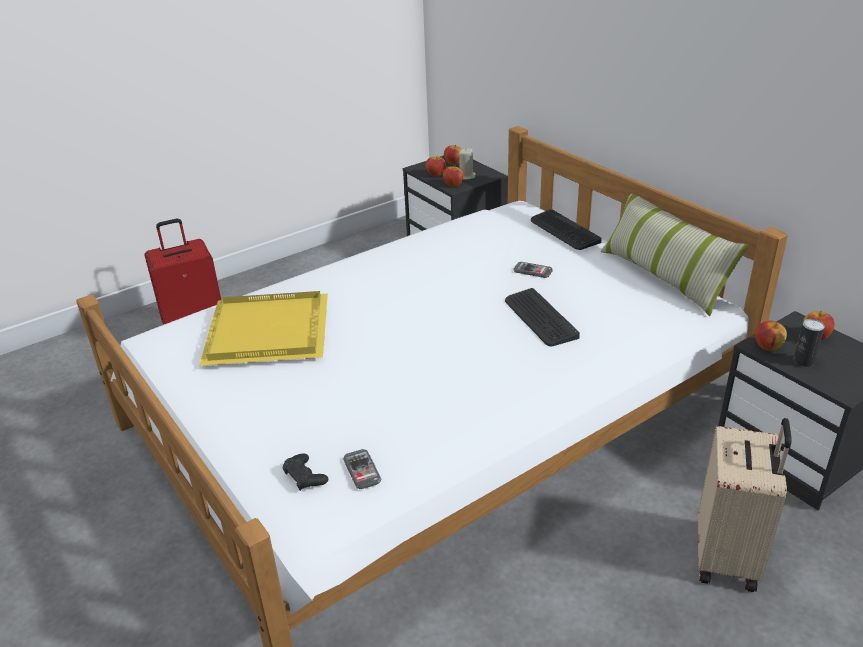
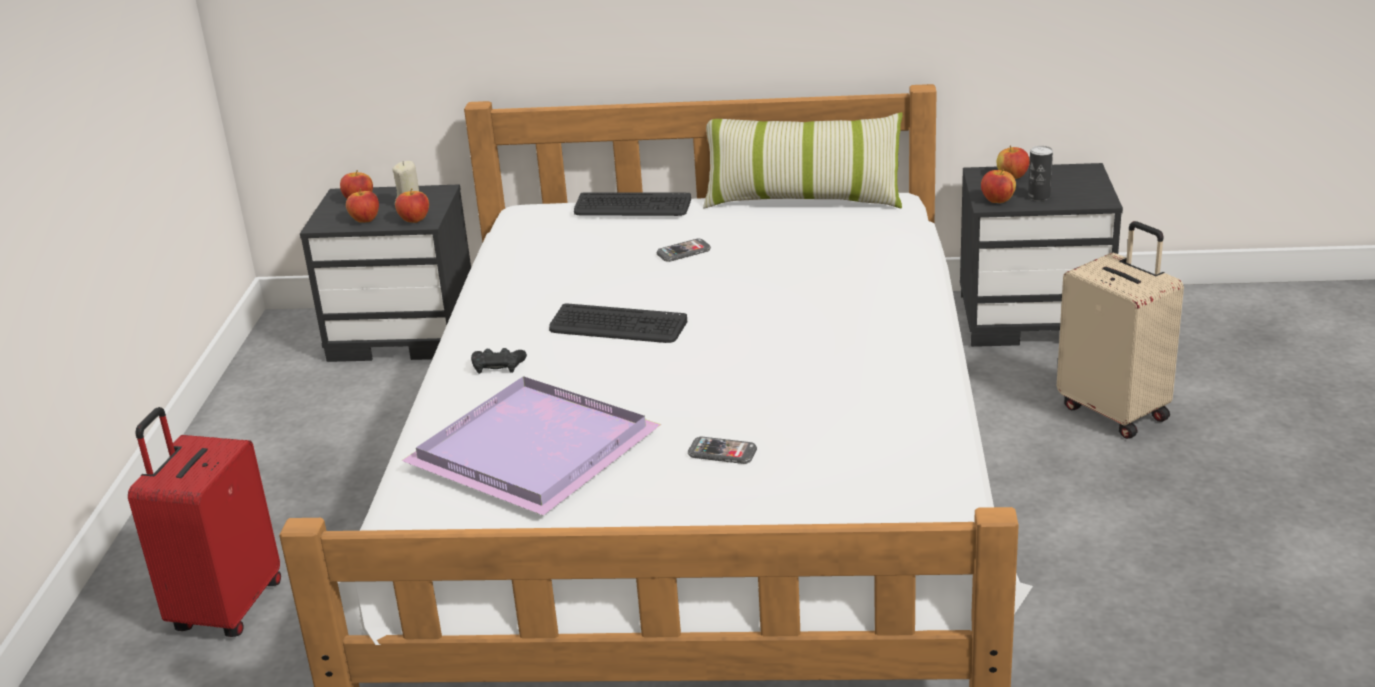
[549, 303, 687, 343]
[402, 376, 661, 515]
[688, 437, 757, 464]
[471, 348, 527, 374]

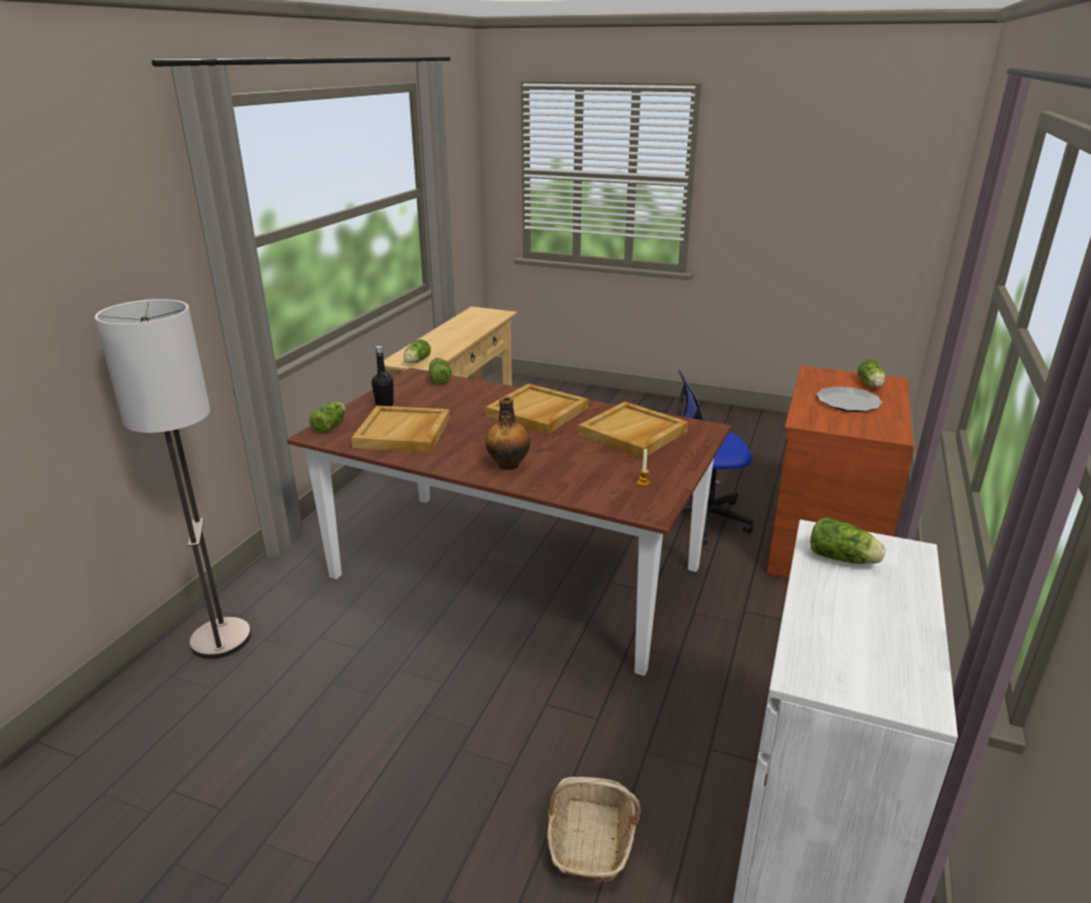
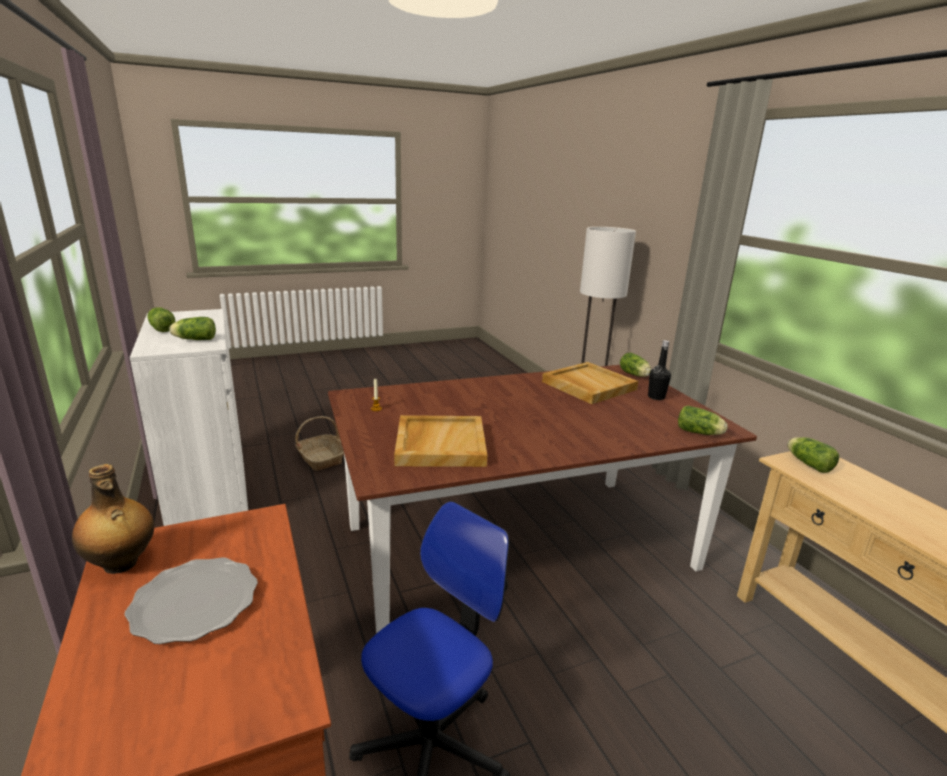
[148, 307, 176, 332]
[485, 384, 588, 435] (first image)
[72, 464, 154, 574]

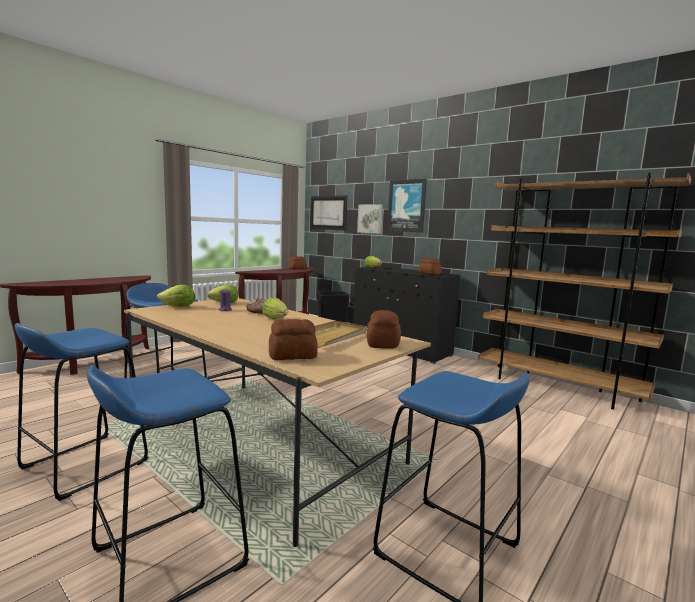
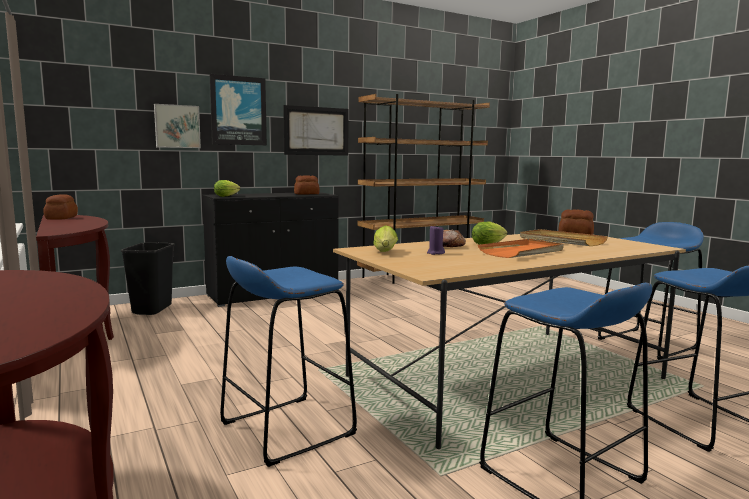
[283, 105, 349, 156]
[157, 285, 195, 307] (first image)
[269, 319, 318, 360] (first image)
[478, 239, 564, 258]

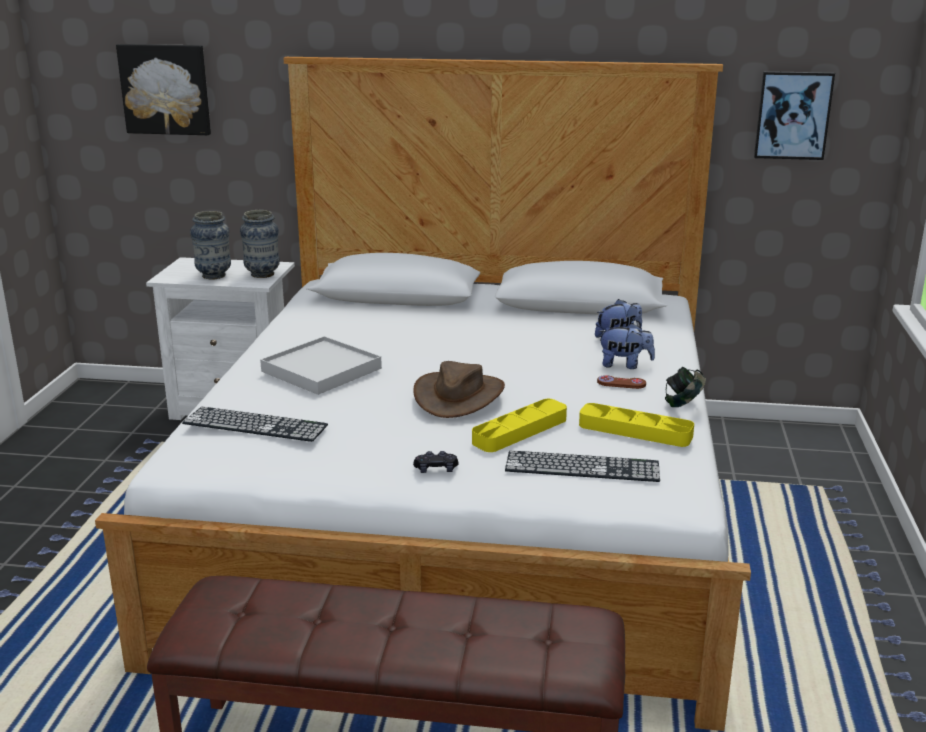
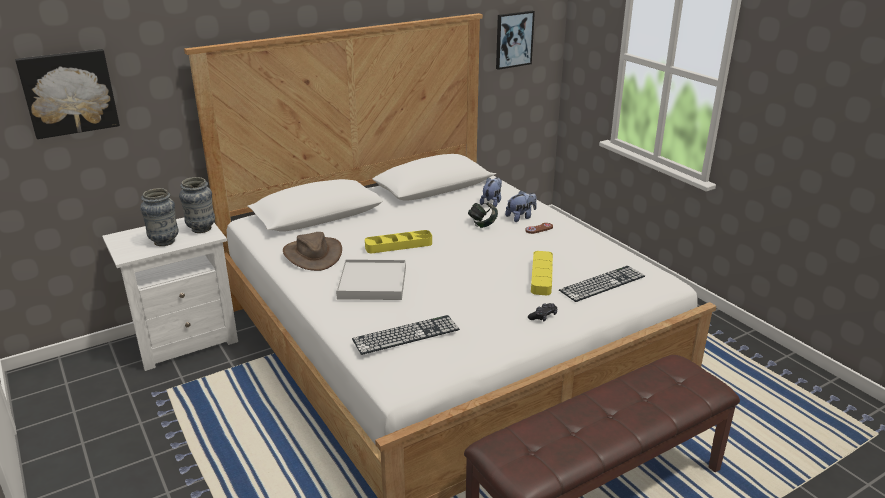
[283, 232, 342, 271]
[468, 202, 498, 228]
[365, 230, 432, 253]

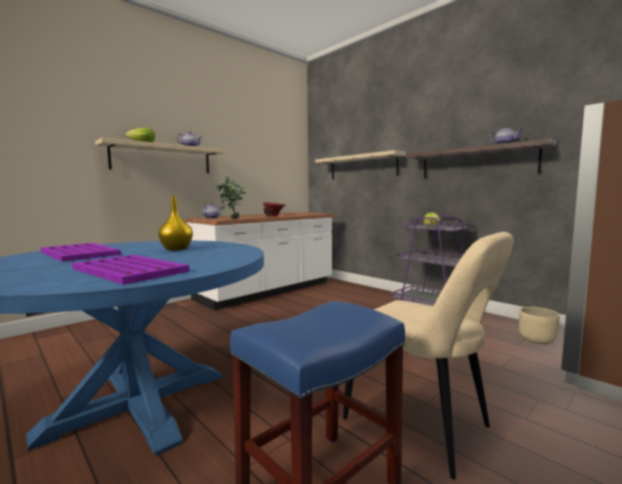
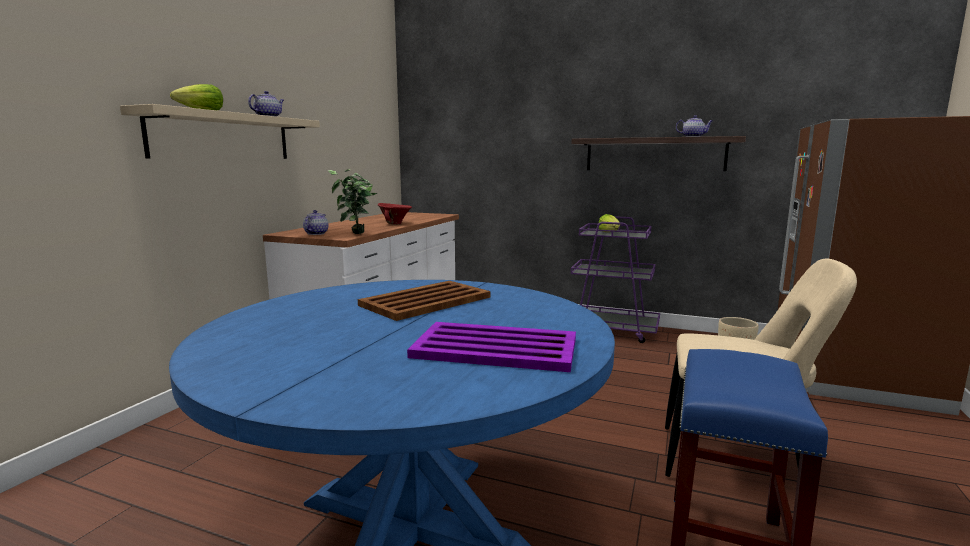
[315, 150, 406, 179] (first image)
[358, 281, 491, 321]
[40, 243, 121, 262] (first image)

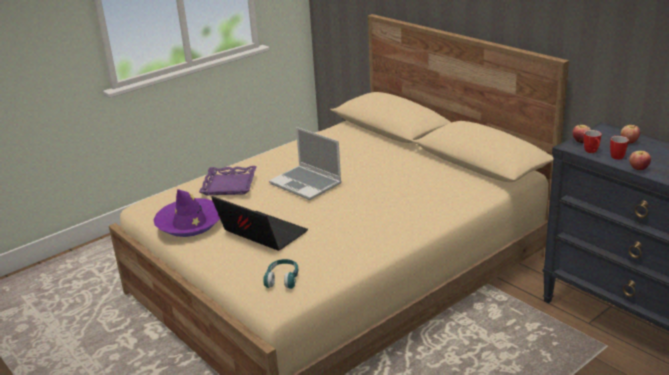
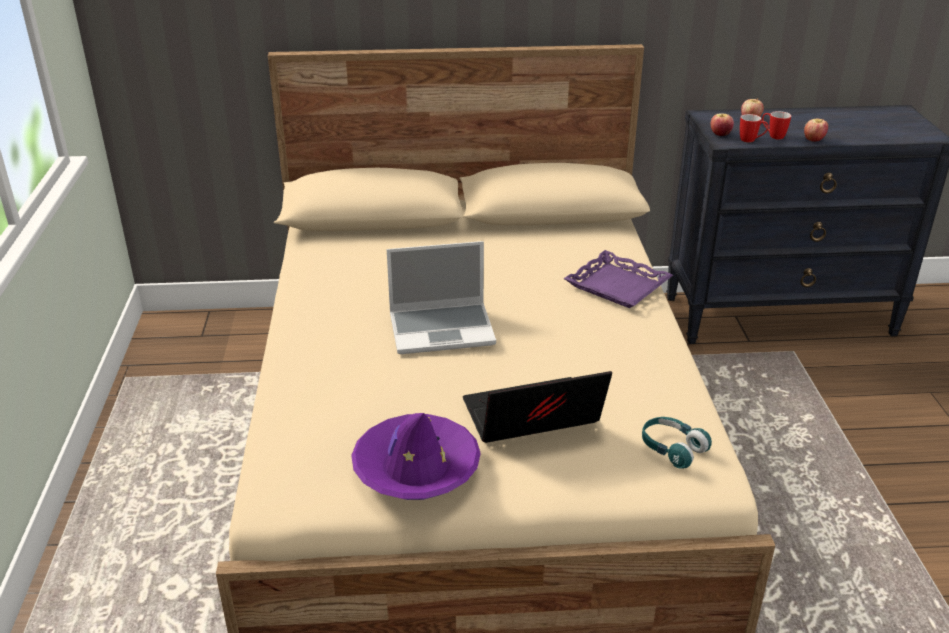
[563, 250, 673, 308]

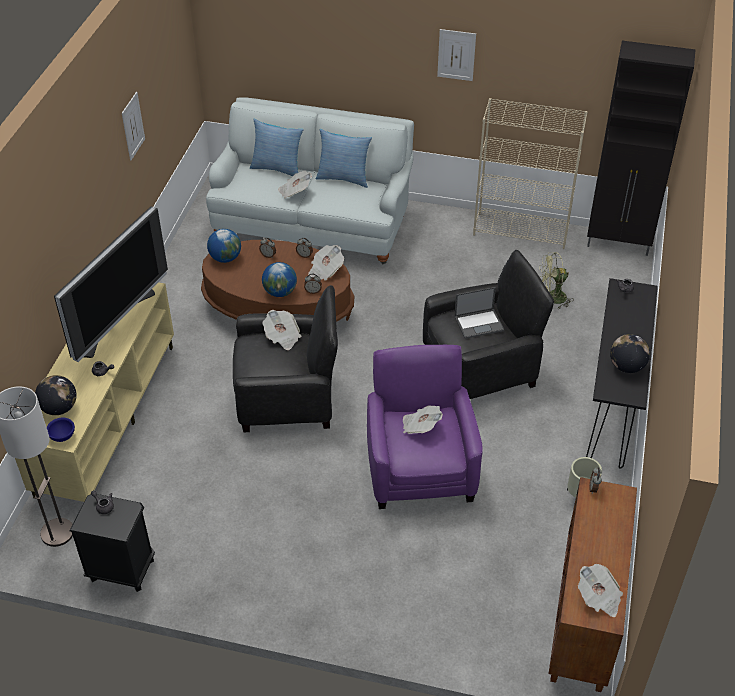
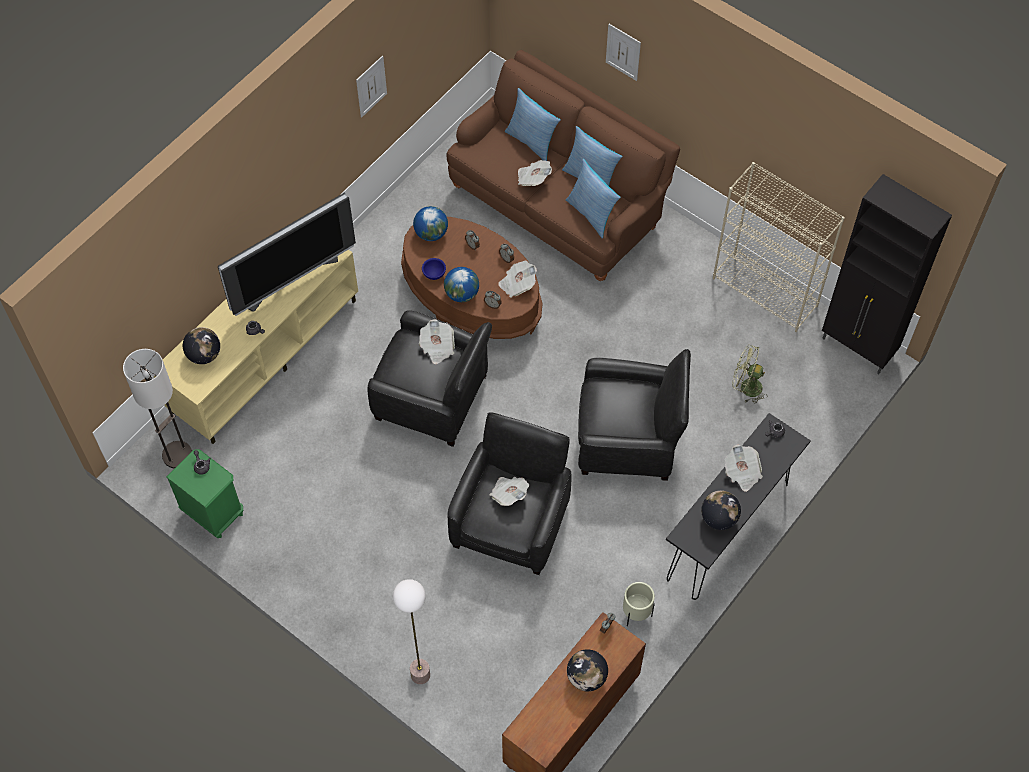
[606, 24, 641, 81]
[447, 50, 680, 281]
[454, 287, 504, 339] (first image)
[447, 412, 572, 575]
[422, 258, 446, 280]
[166, 449, 244, 538]
[725, 444, 763, 492]
[566, 159, 621, 239]
[393, 579, 430, 684]
[567, 649, 608, 691]

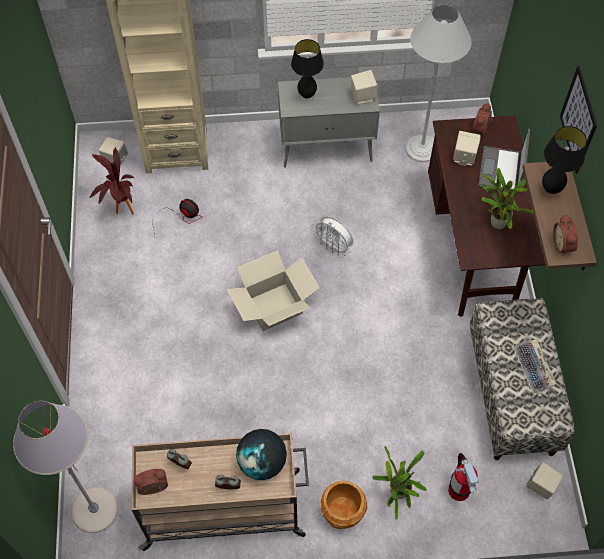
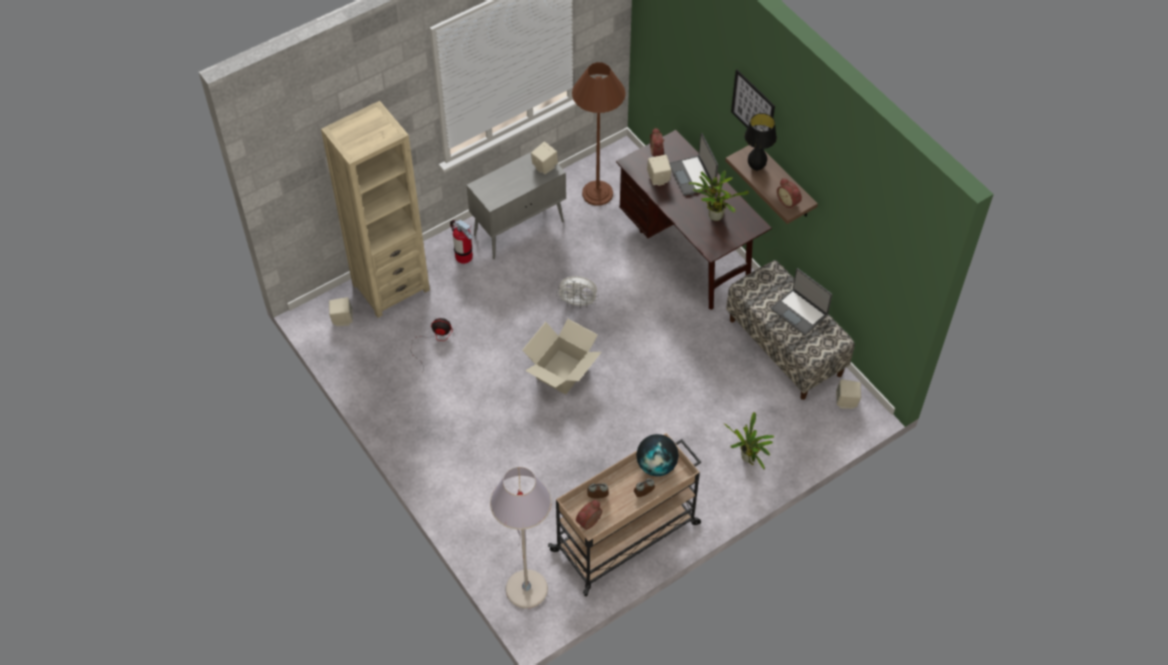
[572, 62, 626, 206]
[291, 39, 324, 99] (first image)
[89, 147, 134, 215] (first image)
[771, 268, 832, 335]
[450, 220, 473, 264]
[321, 481, 367, 529] (first image)

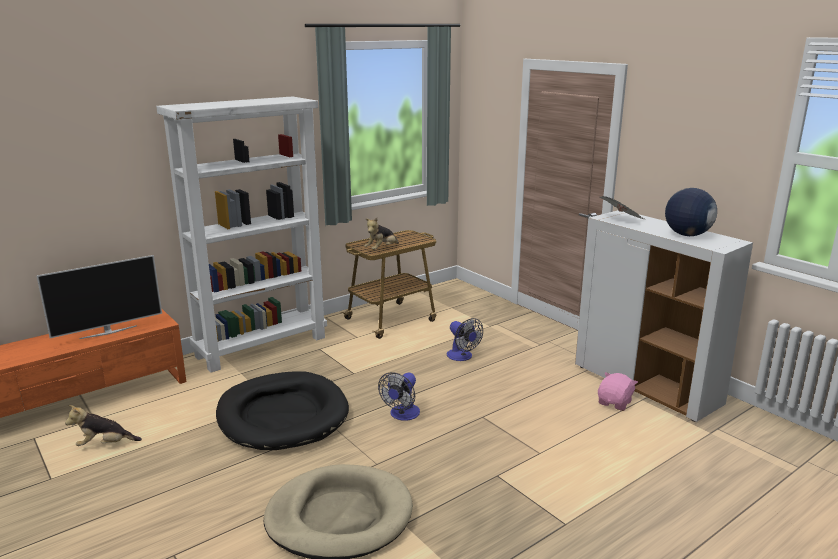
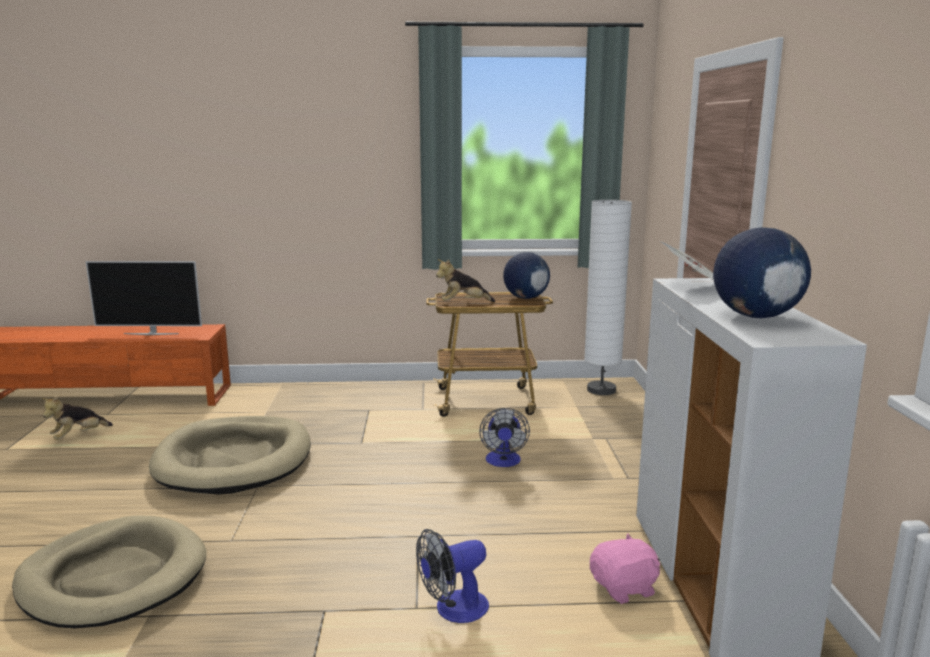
[156, 96, 327, 372] (first image)
[149, 416, 311, 495]
[416, 529, 489, 623]
[41, 397, 113, 440]
[584, 200, 632, 395]
[503, 252, 550, 299]

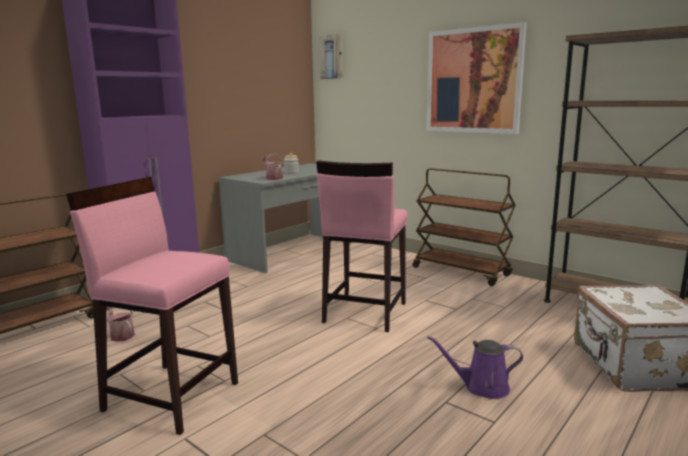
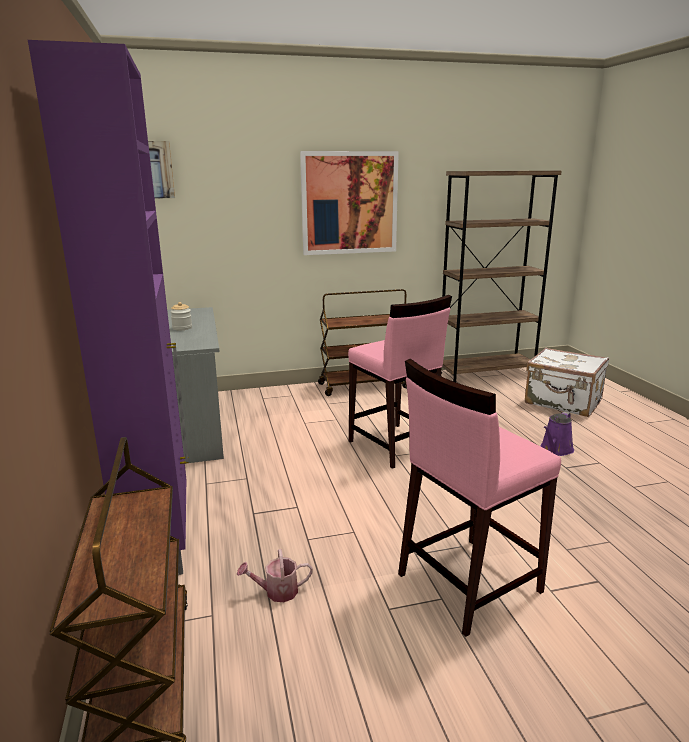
[263, 154, 283, 180] (first image)

